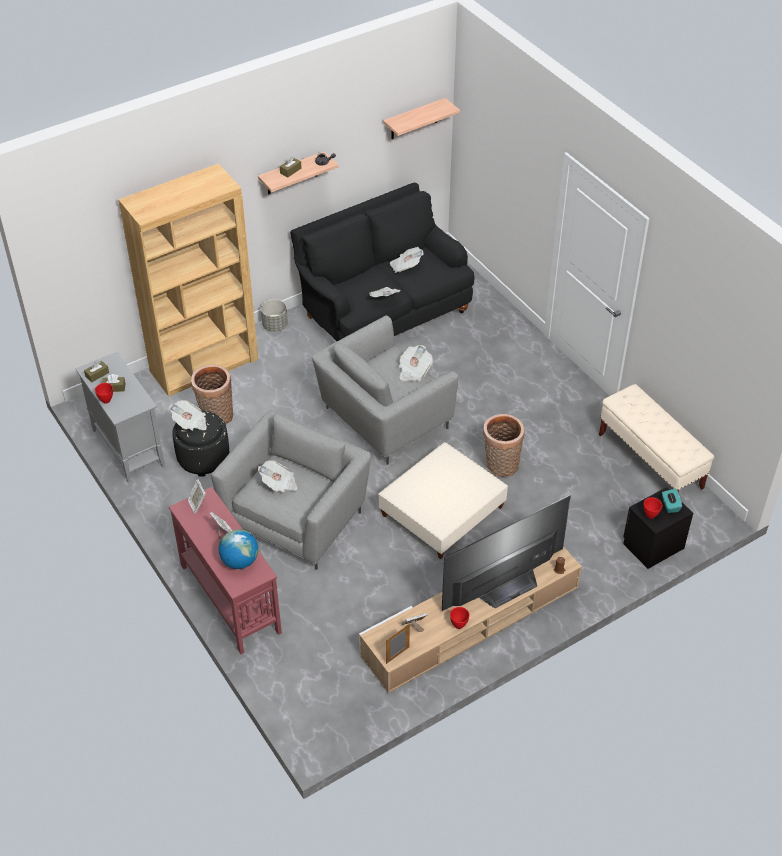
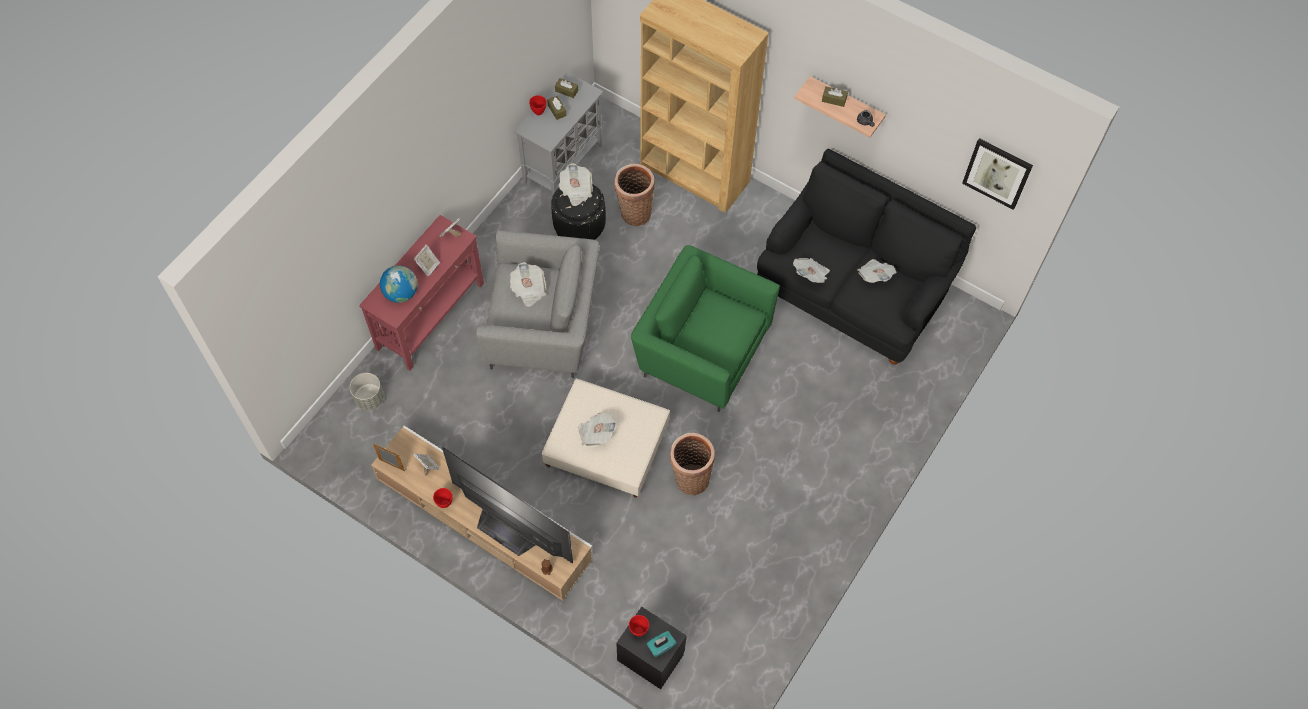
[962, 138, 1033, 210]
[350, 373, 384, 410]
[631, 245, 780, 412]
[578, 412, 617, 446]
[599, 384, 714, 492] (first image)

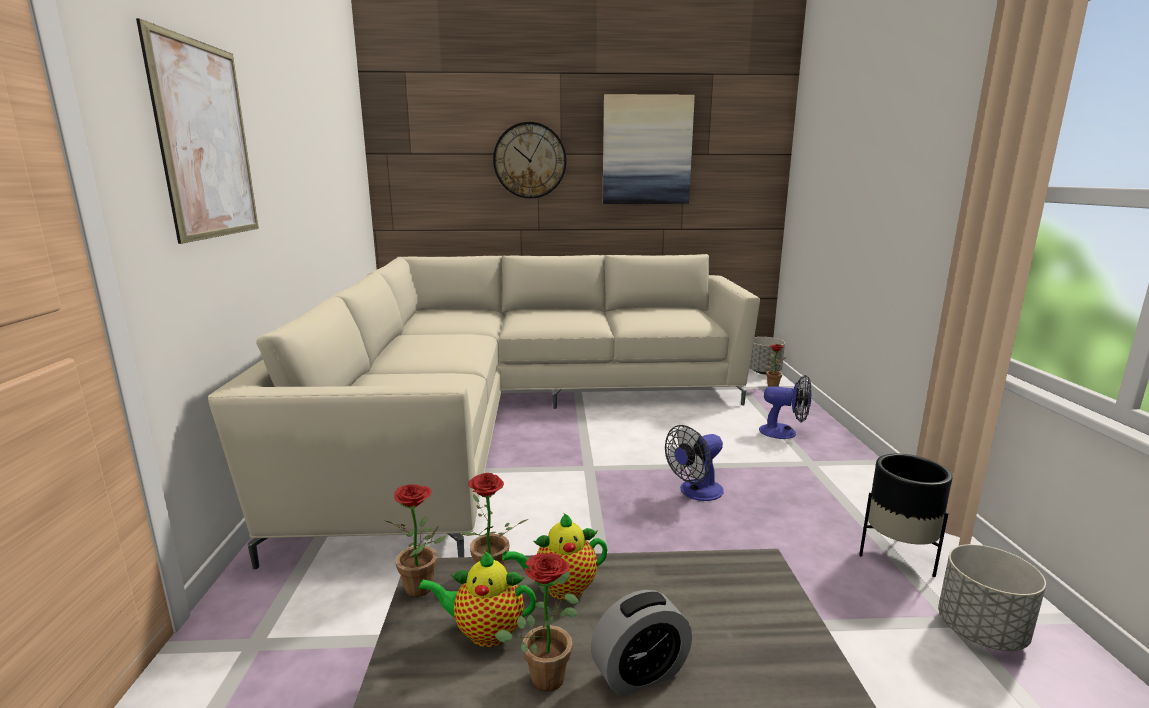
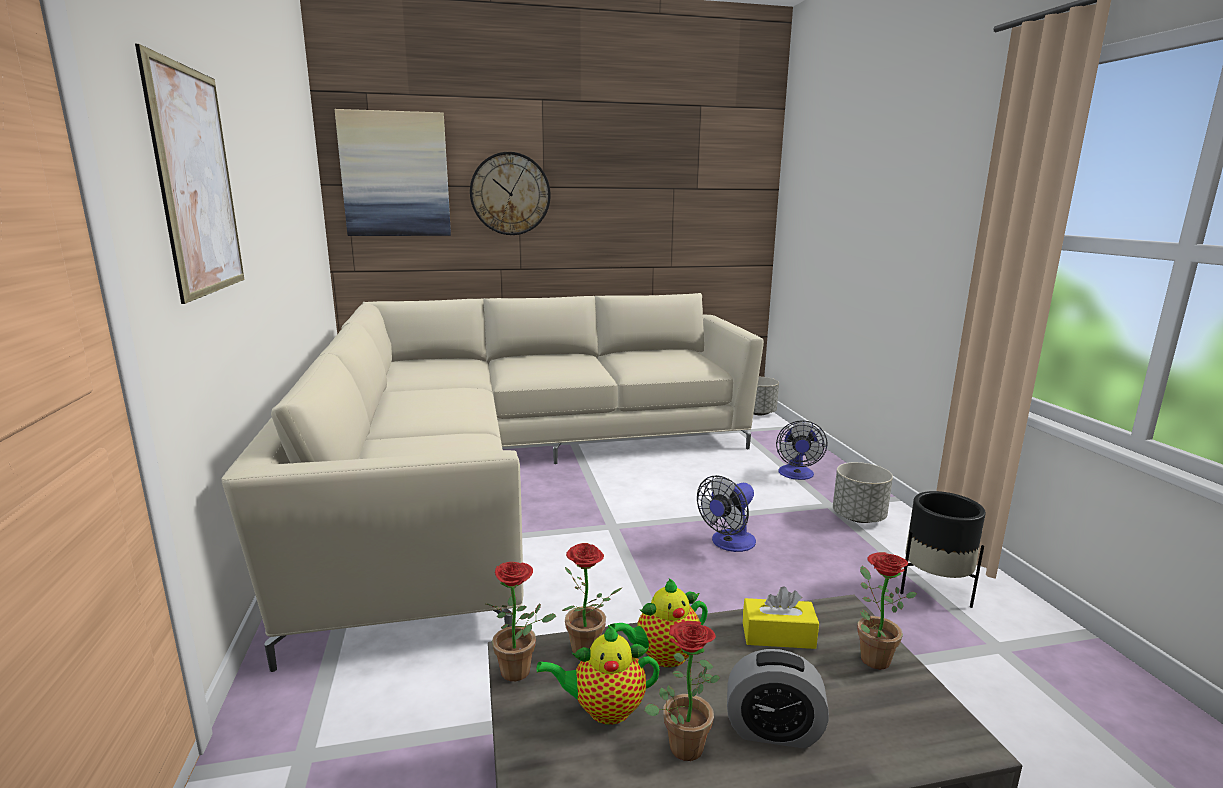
[335, 109, 451, 236]
[857, 552, 917, 669]
[776, 421, 827, 480]
[833, 462, 893, 523]
[727, 649, 829, 749]
[743, 586, 819, 649]

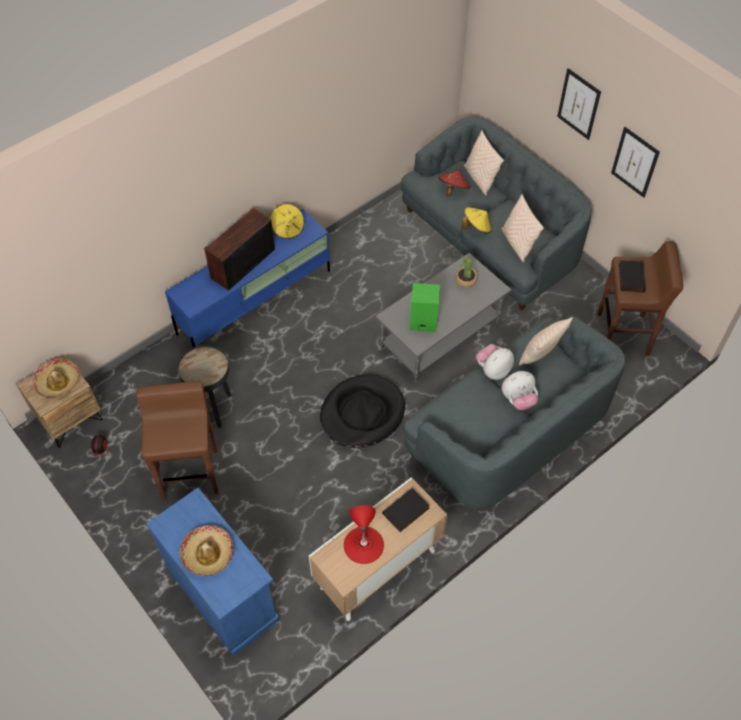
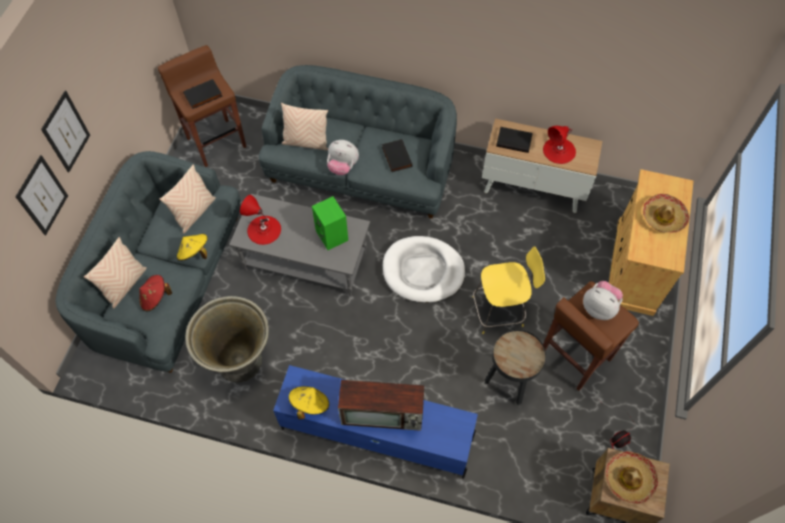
[15, 155, 68, 235]
[240, 195, 281, 245]
[583, 281, 623, 320]
[383, 236, 465, 303]
[609, 169, 694, 316]
[382, 139, 413, 172]
[473, 246, 545, 334]
[185, 296, 269, 382]

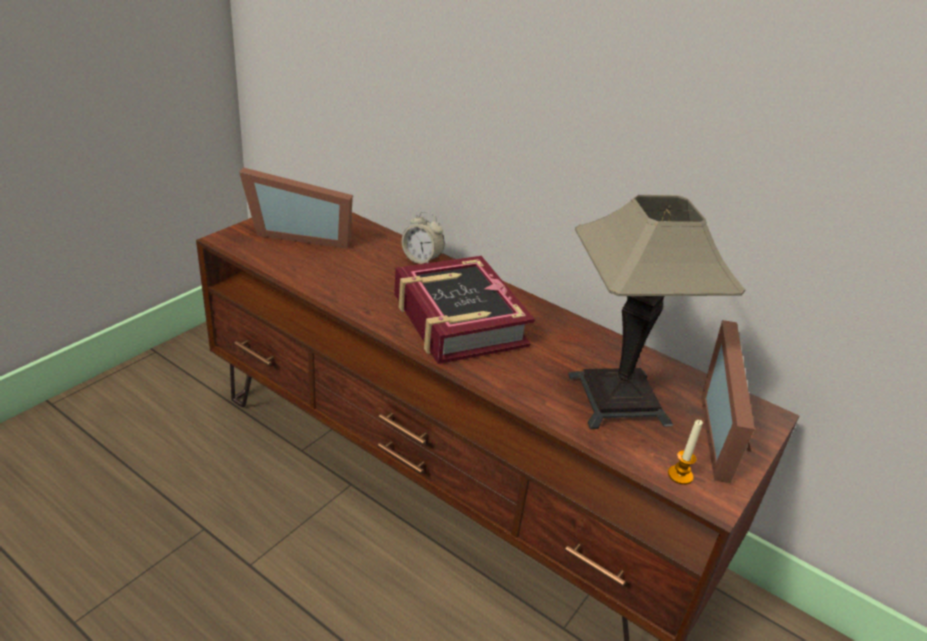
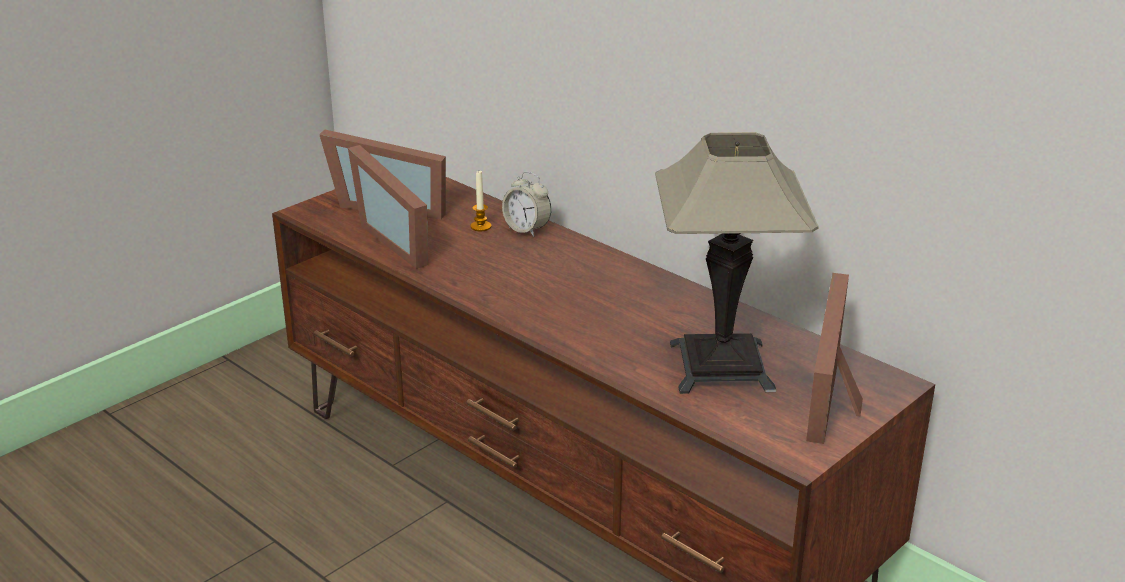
[394, 256, 535, 364] (first image)
[470, 171, 491, 232]
[348, 145, 429, 269]

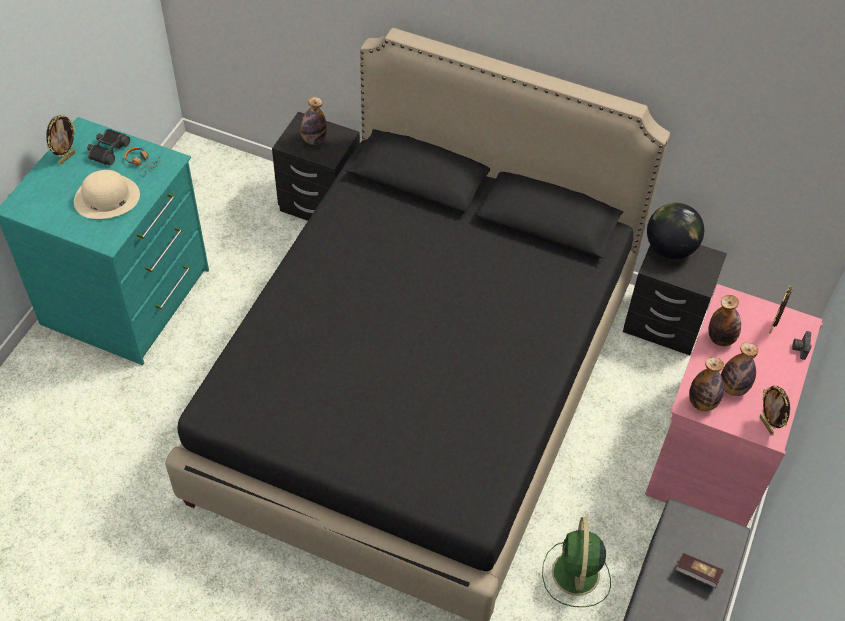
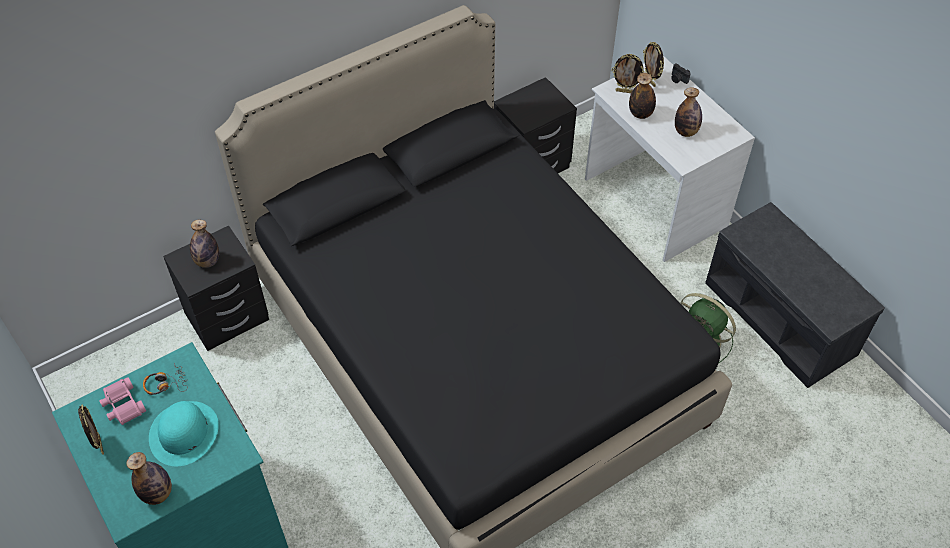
[99, 377, 146, 425]
[149, 401, 219, 466]
[647, 203, 704, 259] (first image)
[585, 56, 755, 262]
[126, 452, 172, 505]
[612, 54, 644, 93]
[676, 553, 724, 588] (first image)

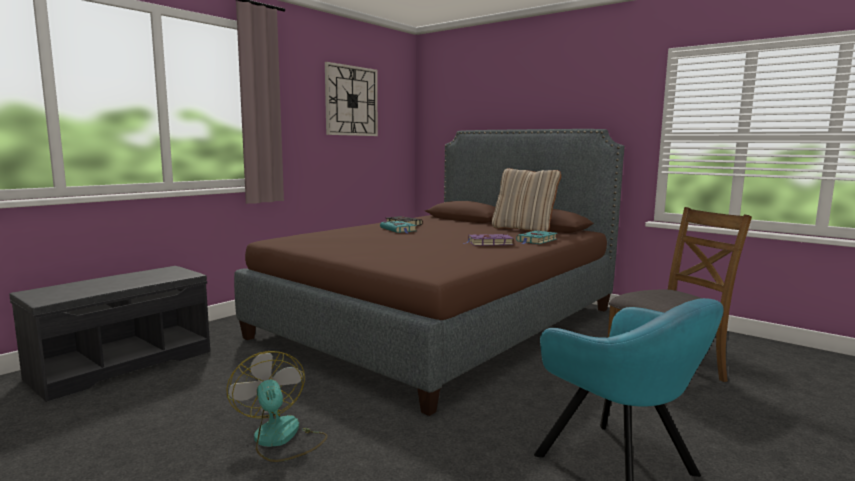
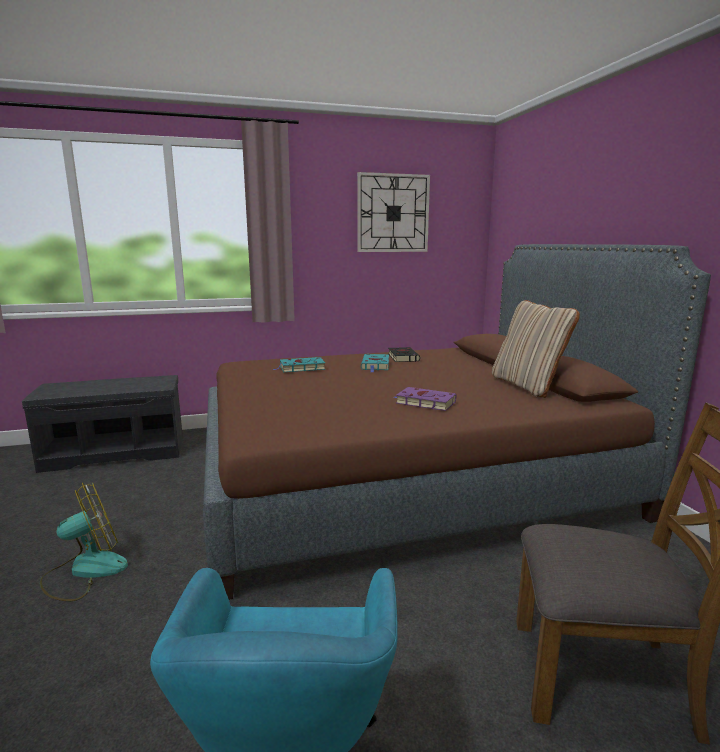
[274, 357, 325, 372]
[40, 483, 128, 601]

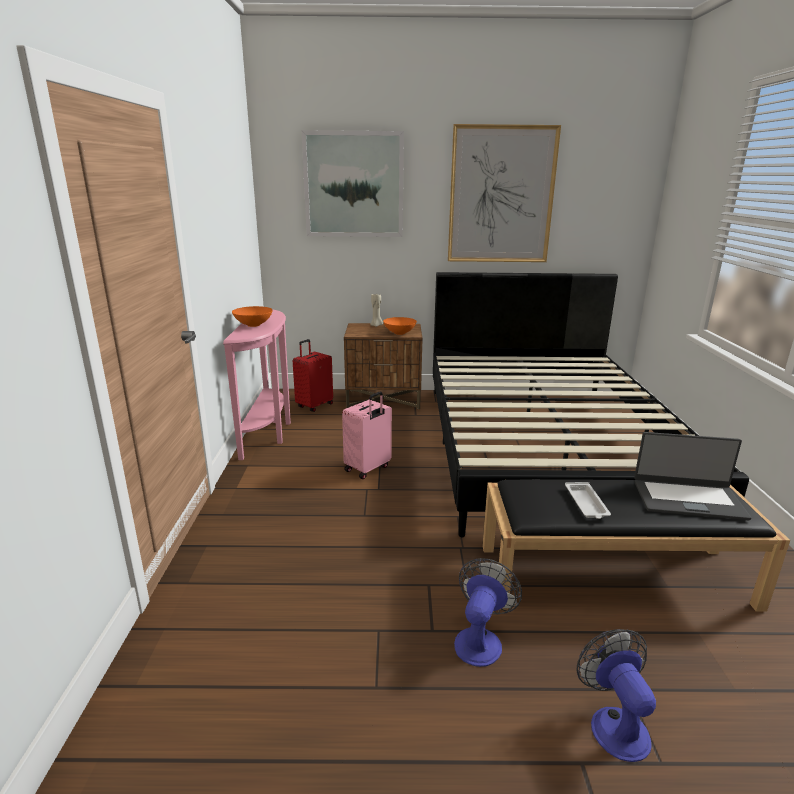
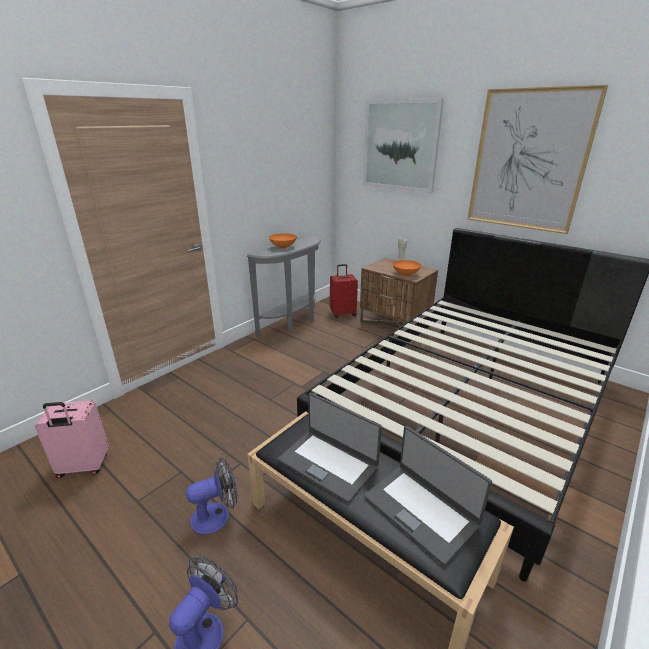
[247, 235, 321, 336]
[35, 400, 109, 478]
[278, 392, 382, 503]

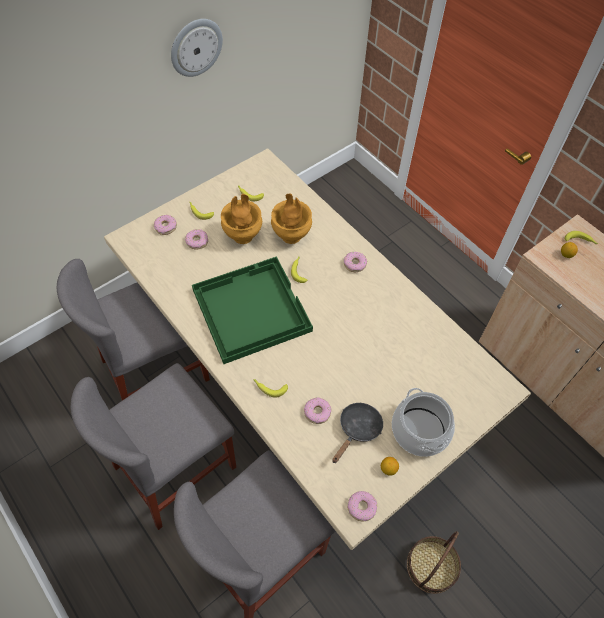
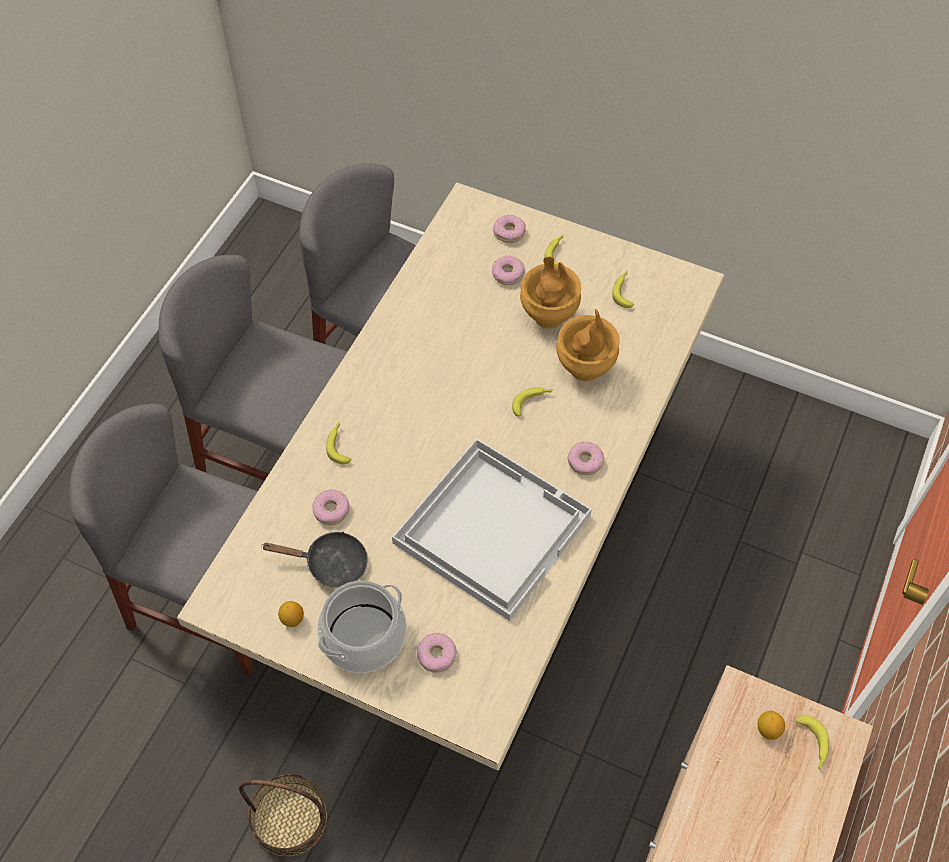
[171, 19, 223, 77] (first image)
[192, 256, 313, 364] (first image)
[417, 633, 457, 673]
[392, 438, 592, 621]

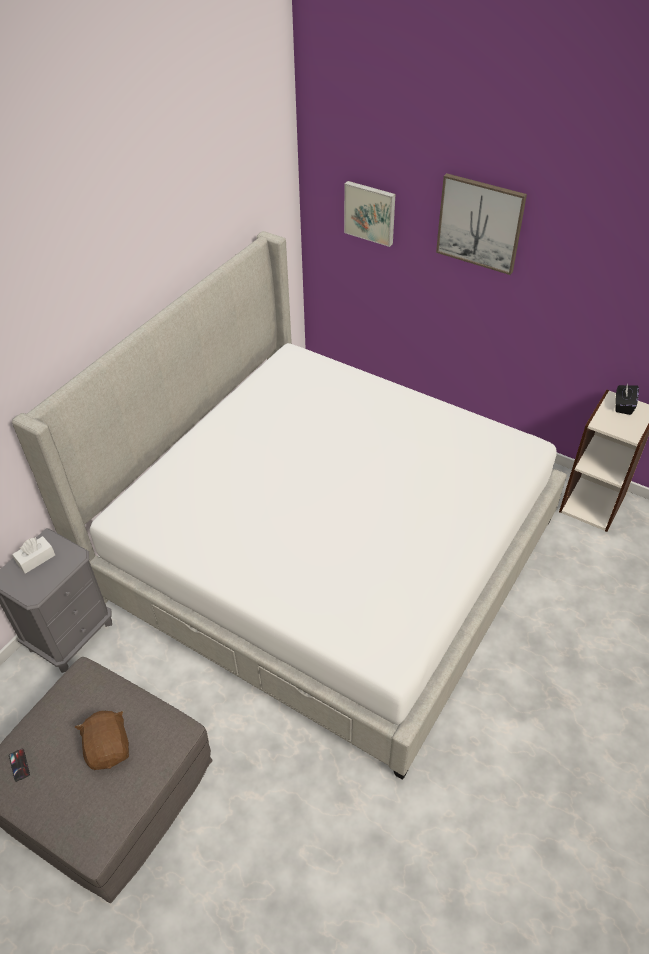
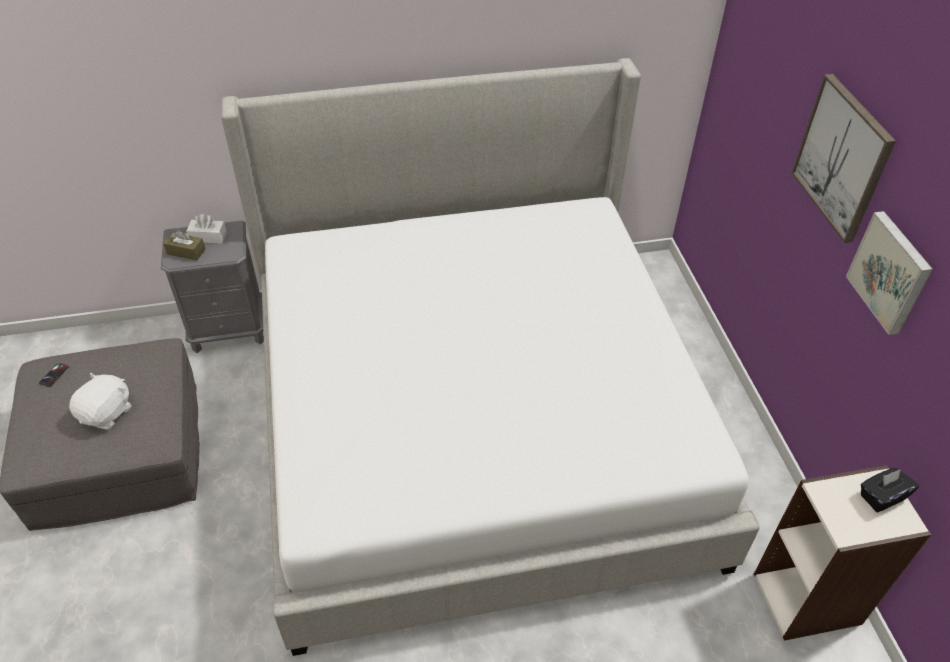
[846, 211, 933, 335]
[69, 373, 132, 429]
[163, 230, 206, 261]

